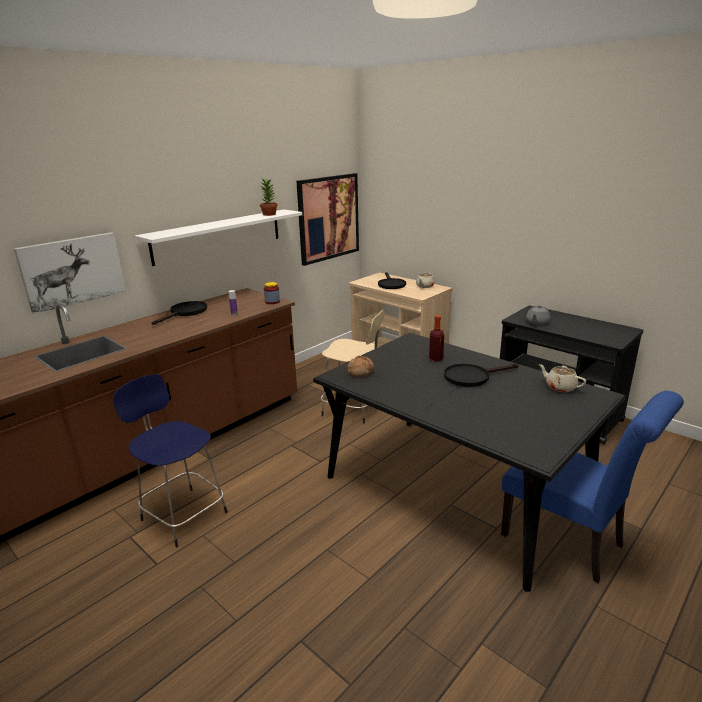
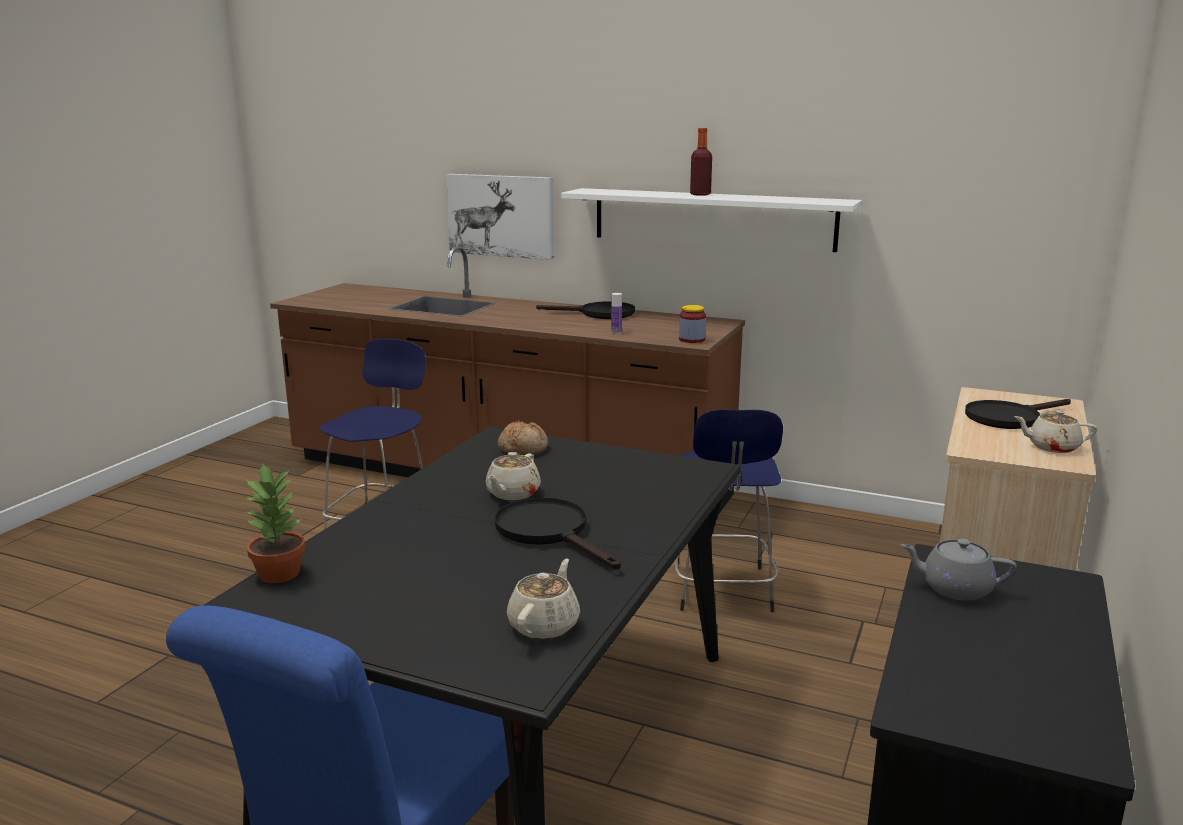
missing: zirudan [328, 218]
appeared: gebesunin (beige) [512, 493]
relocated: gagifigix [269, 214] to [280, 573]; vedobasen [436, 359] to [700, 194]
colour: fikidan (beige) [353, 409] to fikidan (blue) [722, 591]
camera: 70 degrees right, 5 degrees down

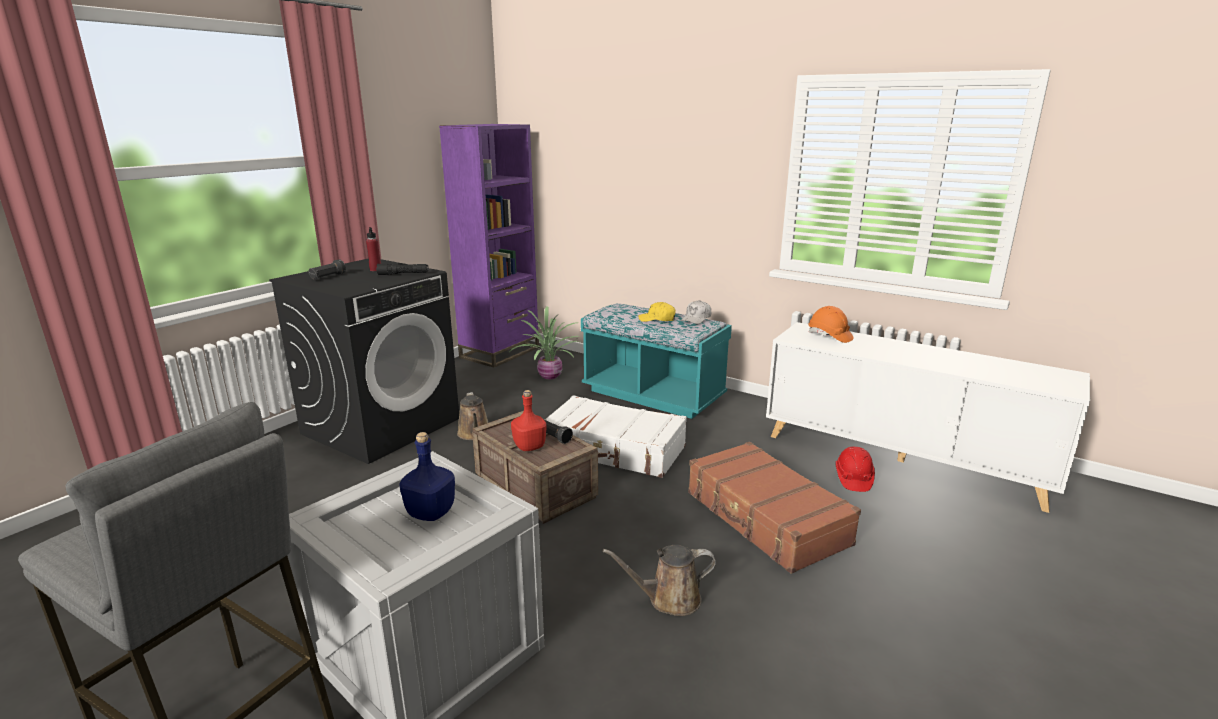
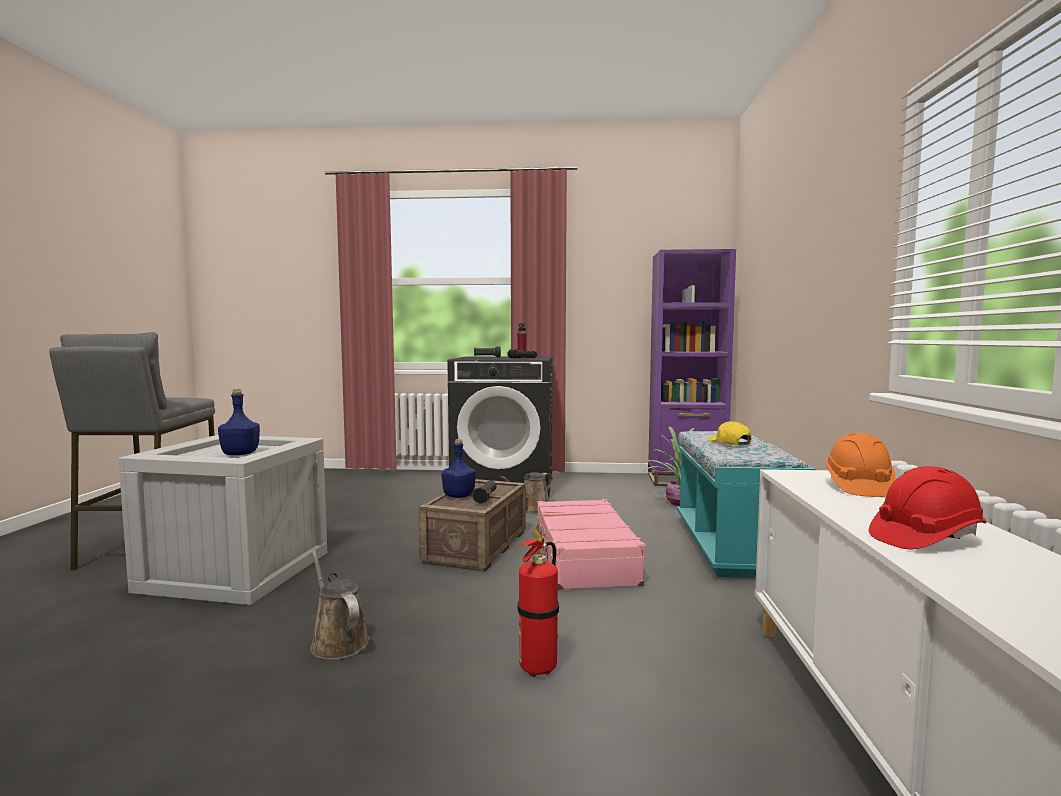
missing: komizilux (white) [696, 319]
relocated: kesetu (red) [853, 479] to [924, 538]
exchanged: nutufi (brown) [765, 519] to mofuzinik [540, 667]
colour: vedobasen (red) [530, 447] to vedobasen (blue) [458, 496]; nutufi (white) [614, 449] to nutufi (pink) [583, 558]
camera: 60 degrees right, 15 degrees down

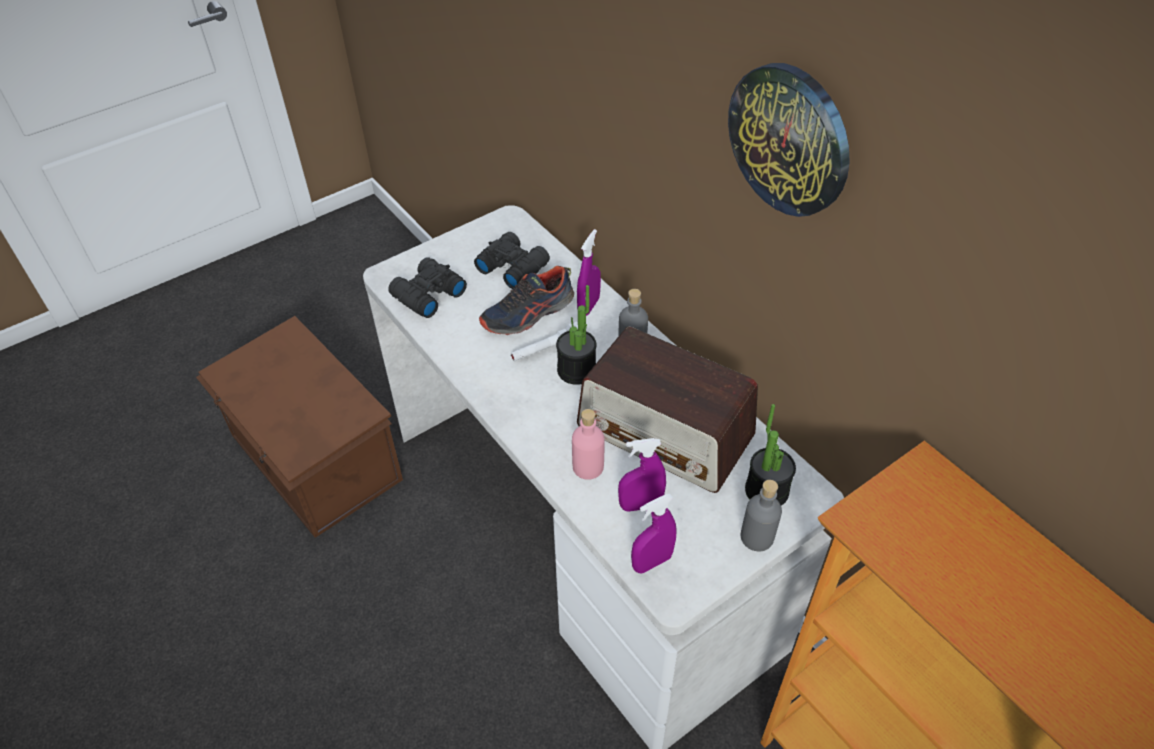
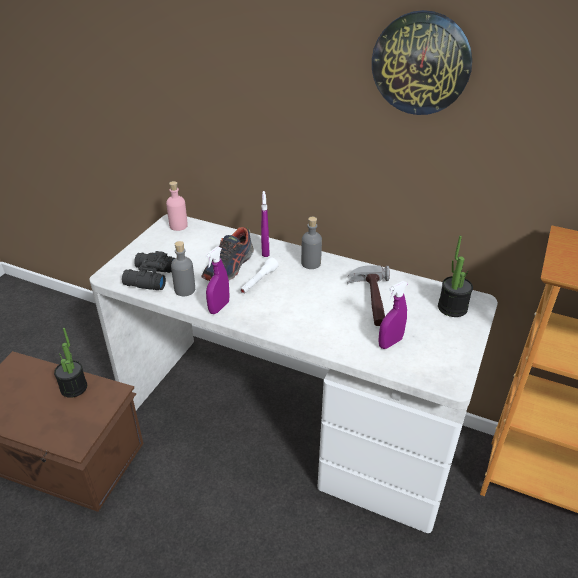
missing: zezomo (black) [512, 266]
relocated: gagifigix [576, 370] to [74, 388]; vedobasen (pink) [588, 467] to [178, 226]; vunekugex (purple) [652, 562] to [219, 307]; vedobasen (grey) [757, 537] to [185, 290]
exchanged: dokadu [665, 433] to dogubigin [370, 300]
camera: 30 degrees left, 10 degrees down

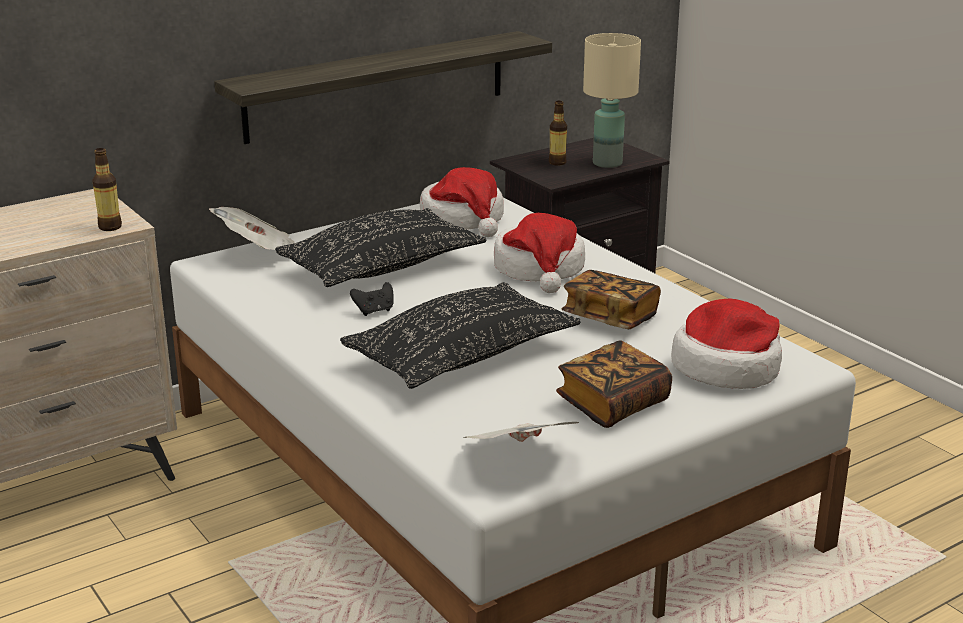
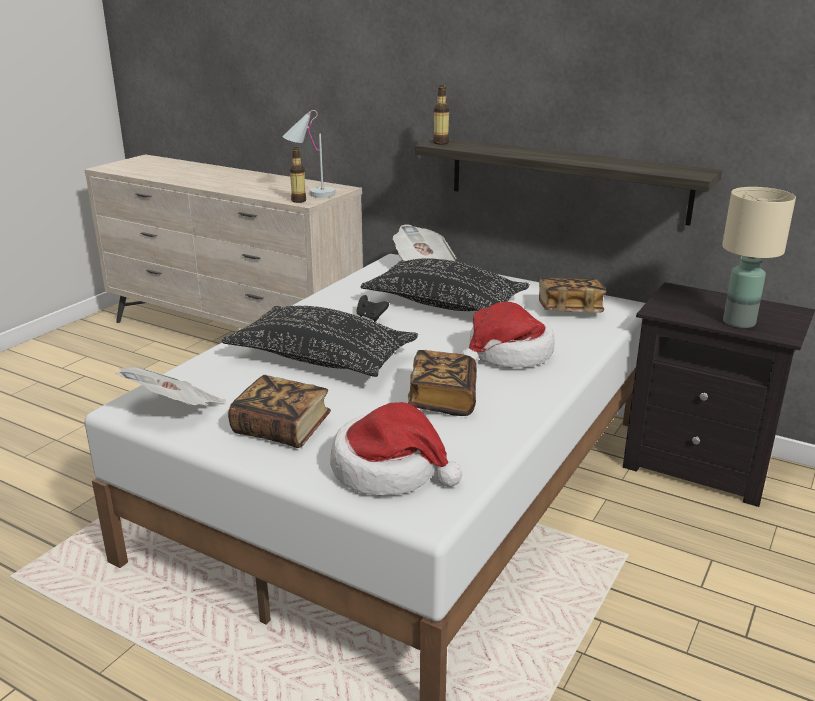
appeared: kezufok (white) [310, 194]
relocated: vedobasen [557, 163] to [440, 143]
exchanged: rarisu [464, 219] to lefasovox [569, 309]
camera: 65 degrees right, 0 degrees up

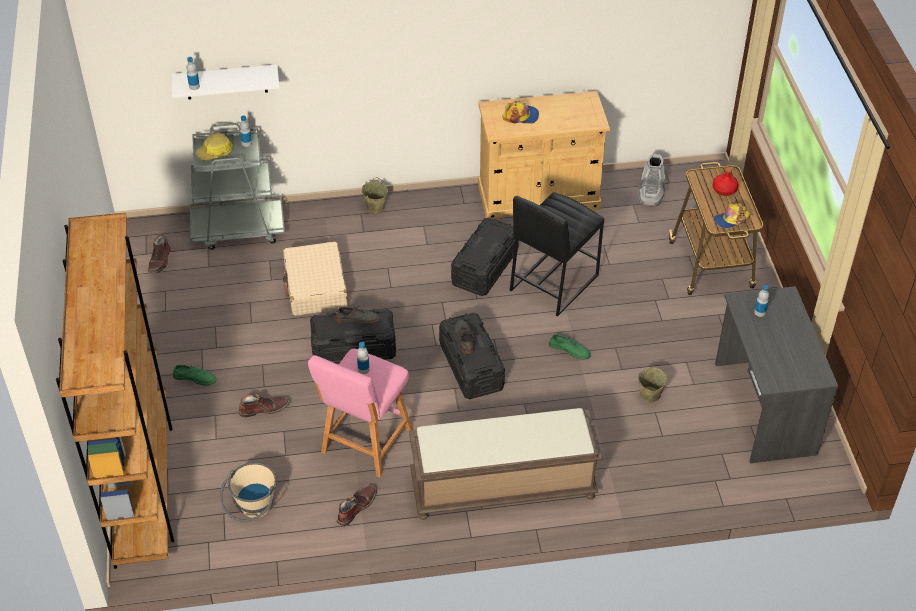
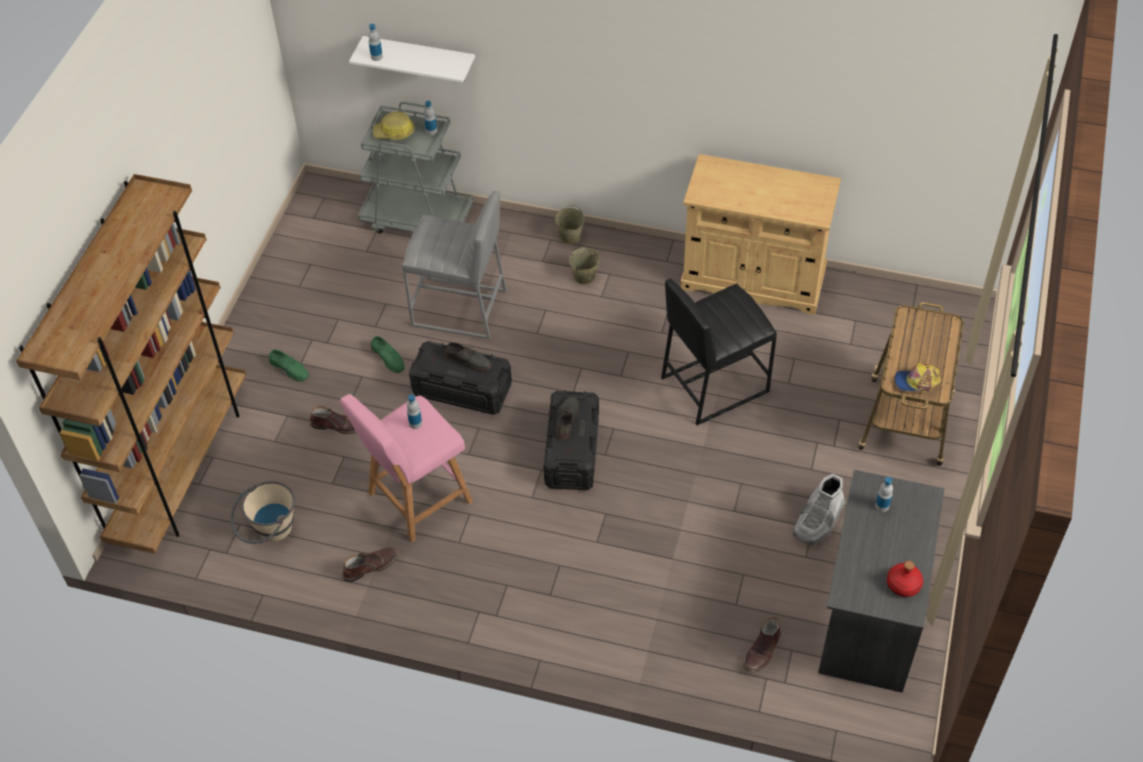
missing: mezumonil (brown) [502, 488]; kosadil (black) [485, 267]; komizilux [521, 116]
relocated: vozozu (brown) [160, 260] to [762, 651]; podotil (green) [569, 349] to [388, 357]; vozozu (grey) [651, 192] to [818, 520]; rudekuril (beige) [650, 395] to [584, 277]; vedobasen (red) [724, 189] to [903, 584]
exchanged: nutufi (beige) [315, 287] to fikidan (grey) [460, 309]
camera: 25 degrees right, 5 degrees up

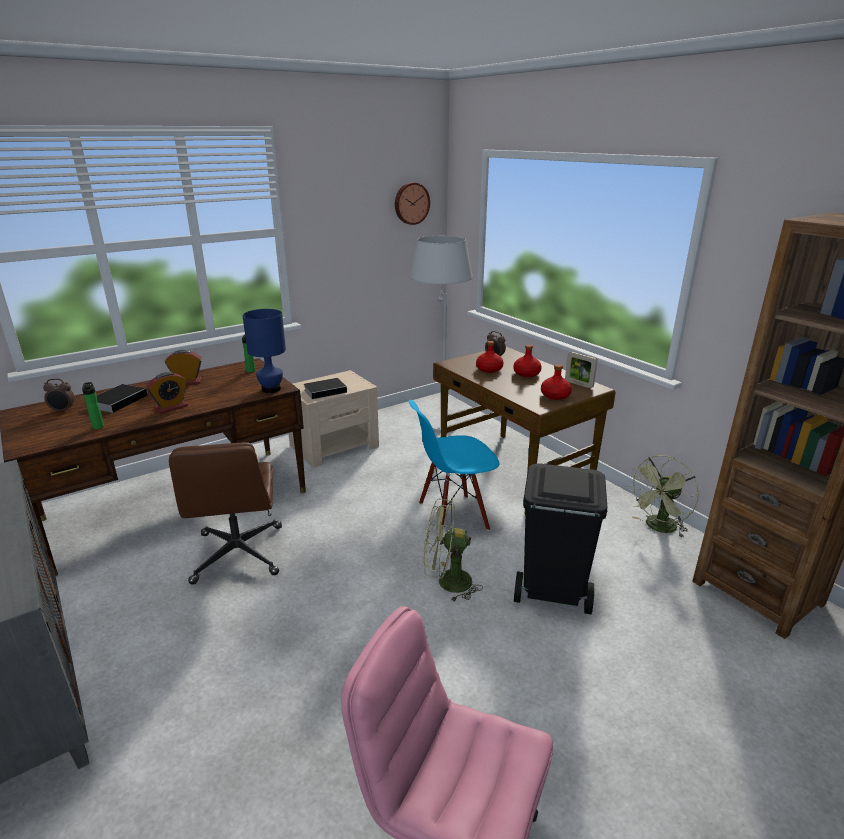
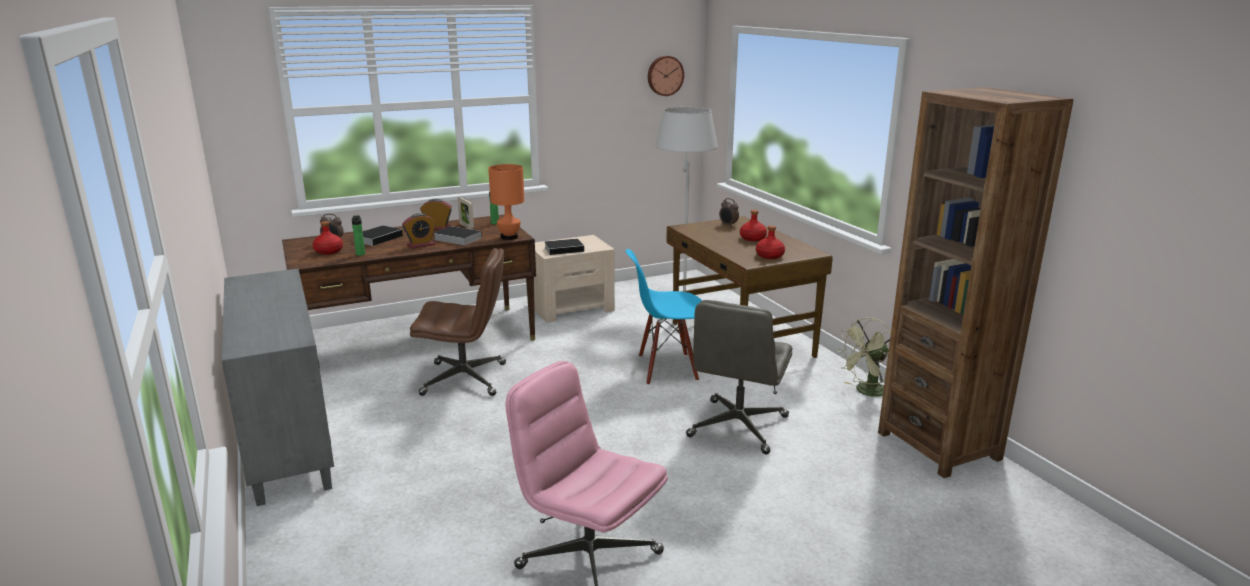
missing: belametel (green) [447, 582]
appeared: lefasovox [456, 238]
relocated: vedobasen (red) [489, 369] to [328, 251]; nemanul [579, 384] to [466, 226]
exchanged: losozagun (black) [551, 591] to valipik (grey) [738, 427]
colour: kezufok (blue) [271, 389] to kezufok (orange) [509, 237]
spun: valipik (brown) [238, 555] = [465, 379] 90 degrees counterclockwise
camera: 10 degrees right, 5 degrees down

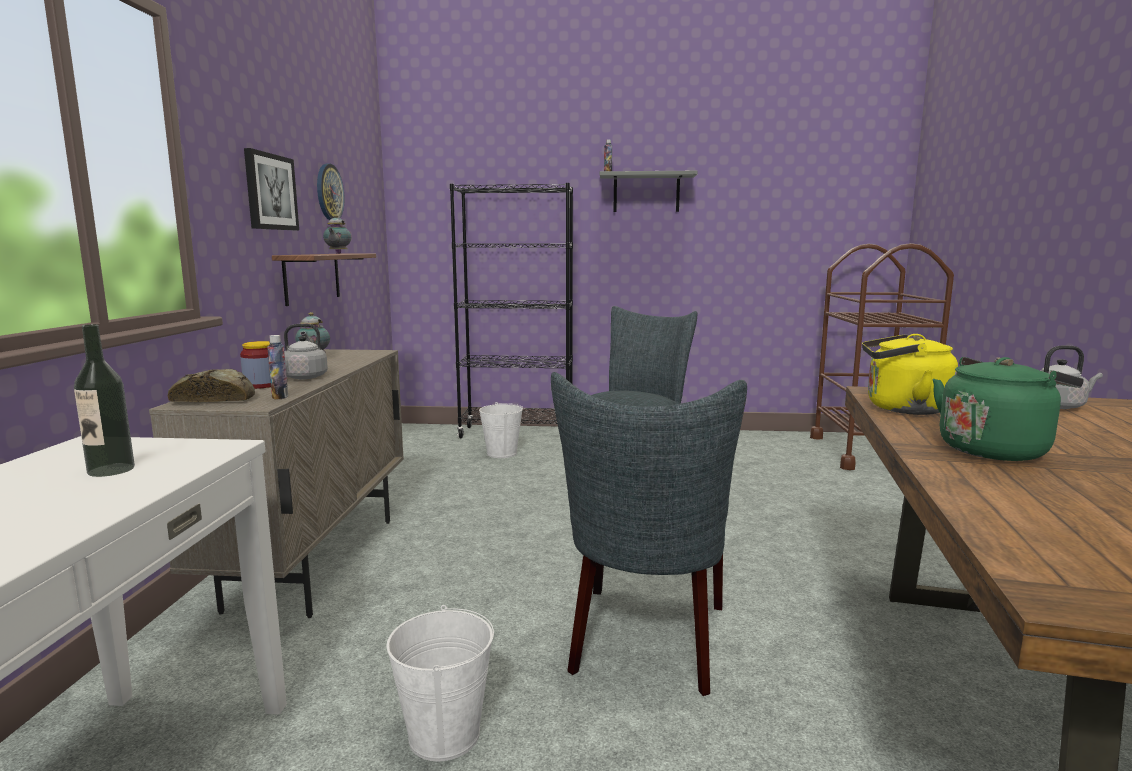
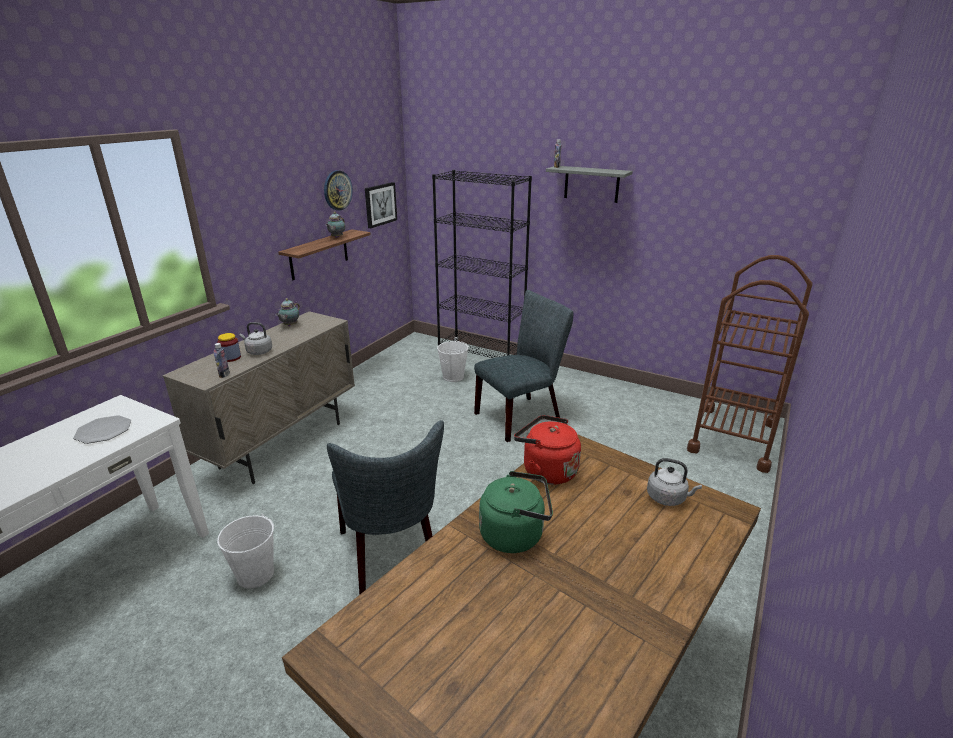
missing: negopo [215, 399]
relocated: zirudan [270, 192] to [380, 204]
exchanged: vedobasen [111, 470] to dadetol [103, 431]
colour: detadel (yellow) [901, 409] to detadel (red) [546, 471]
spun: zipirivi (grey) [646, 644] = [392, 556] 60 degrees counterclockwise
camera: 25 degrees right, 15 degrees up

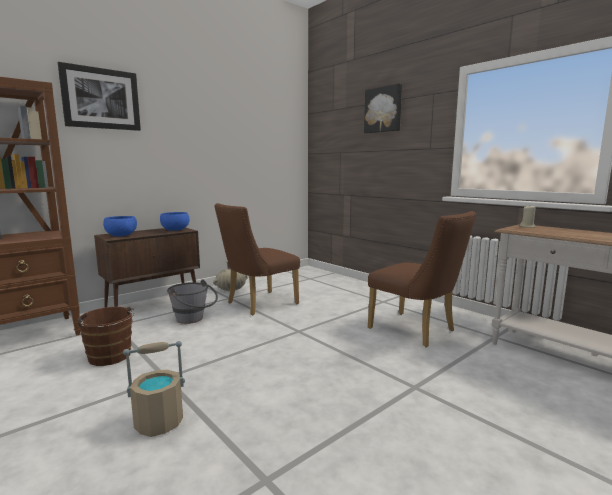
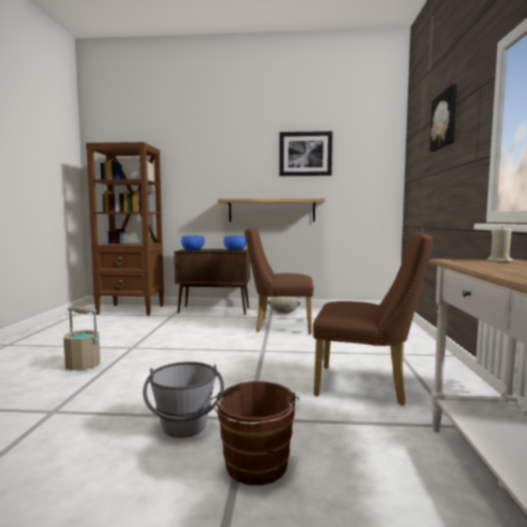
appeared: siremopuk [271, 210]
relocated: zirudan [101, 99] to [305, 154]; rudekuril (brown) [110, 358] to [255, 468]; rudekuril (grey) [194, 320] to [185, 431]
spun: zipirivi (brown) [417, 331] = [368, 386] 75 degrees counterclockwise
camera: 45 degrees right, 5 degrees down

